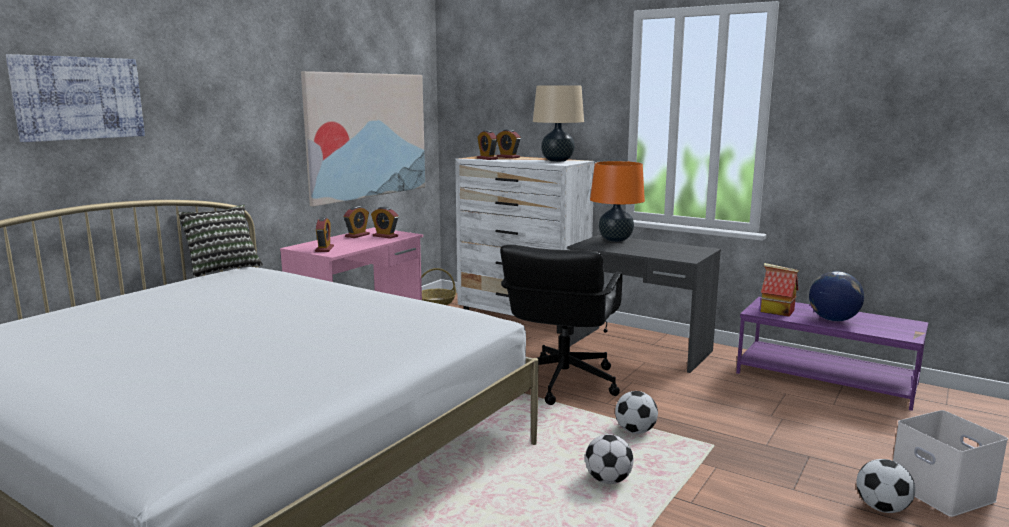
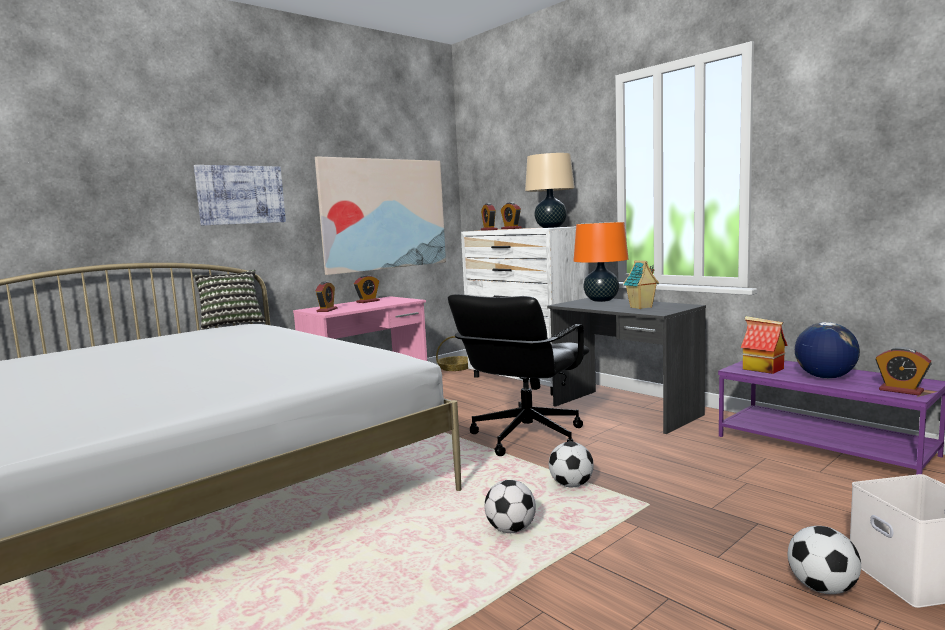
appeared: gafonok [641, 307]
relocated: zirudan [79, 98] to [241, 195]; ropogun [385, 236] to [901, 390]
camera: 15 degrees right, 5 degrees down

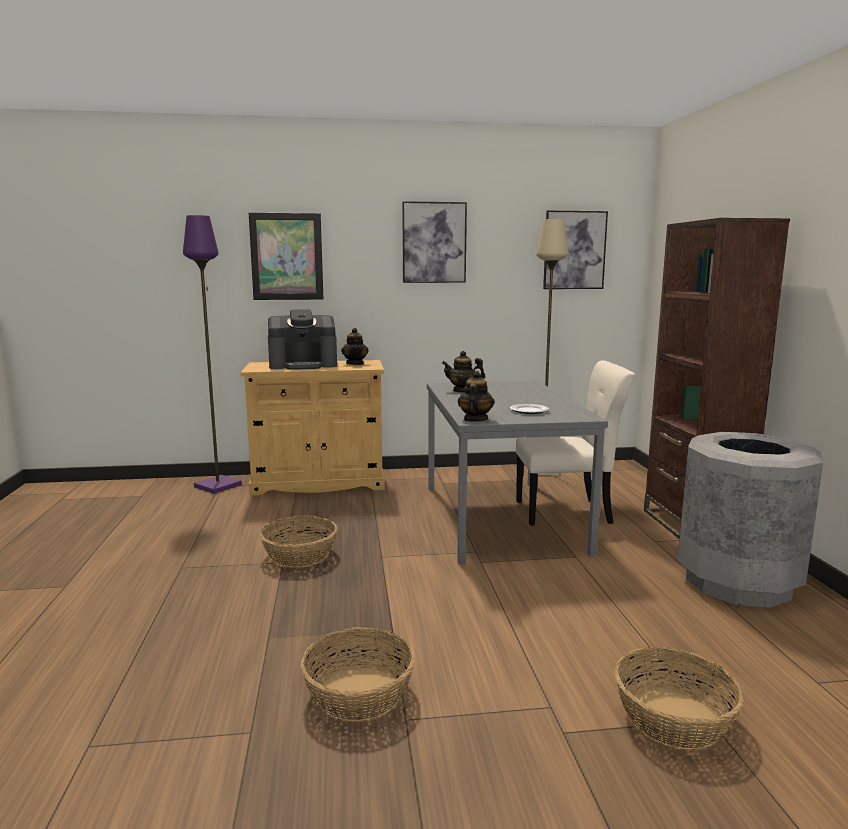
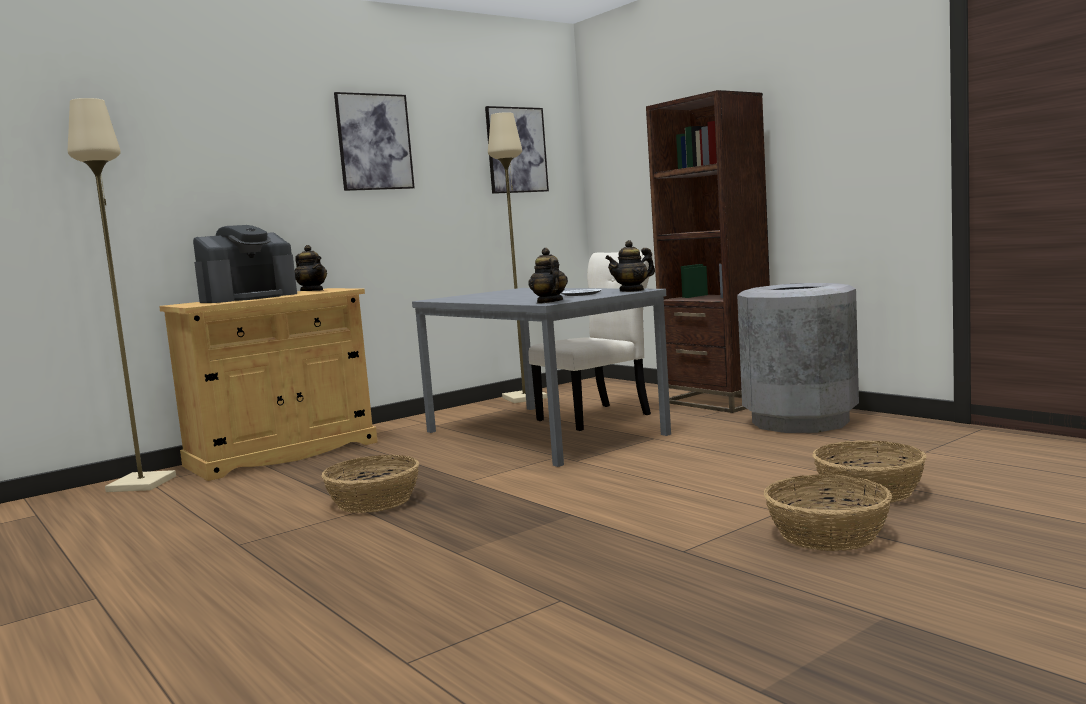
missing: zirudan [286, 256]
relocated: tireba [359, 693] to [827, 534]; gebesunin [462, 390] to [632, 290]
colour: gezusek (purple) [218, 485] to gezusek (beige) [141, 484]
camera: 30 degrees left, 5 degrees down

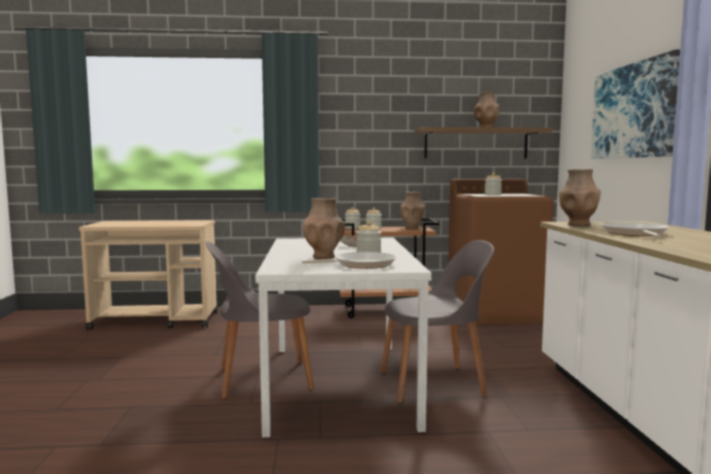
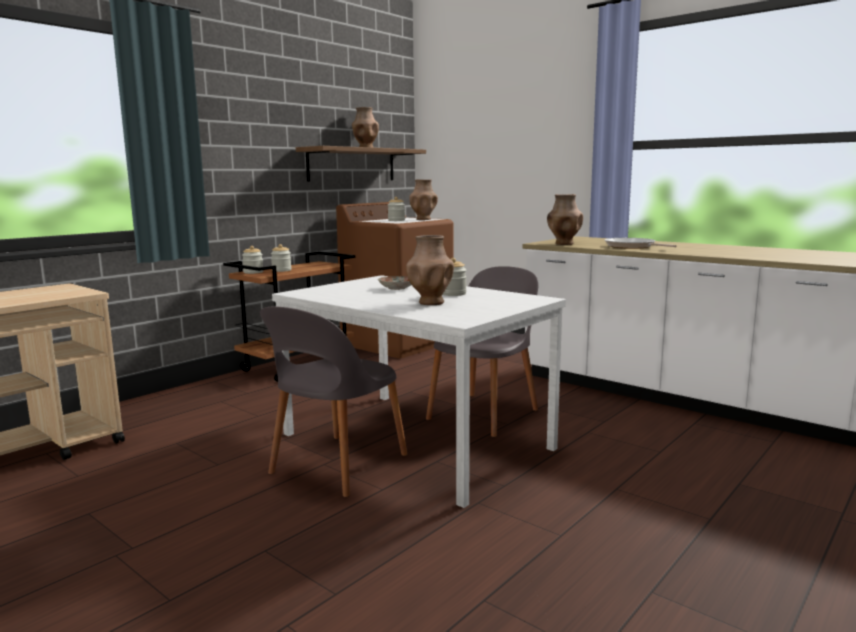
missing: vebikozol [361, 265]; zirudan [633, 111]
relocated: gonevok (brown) [412, 228] to [423, 219]
camera: 45 degrees left, 5 degrees up

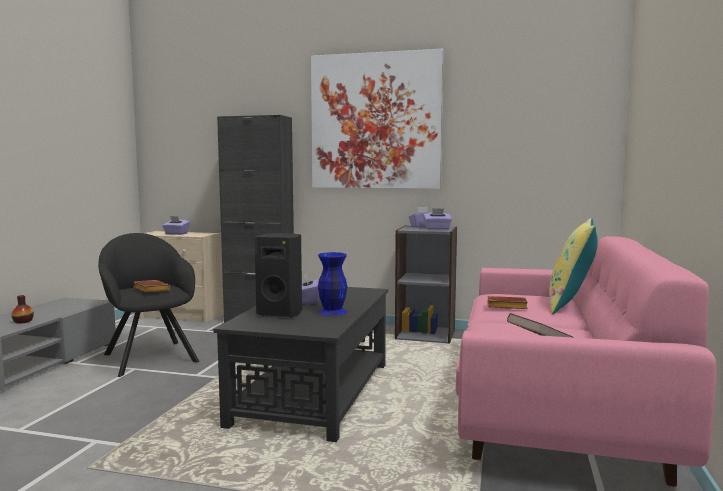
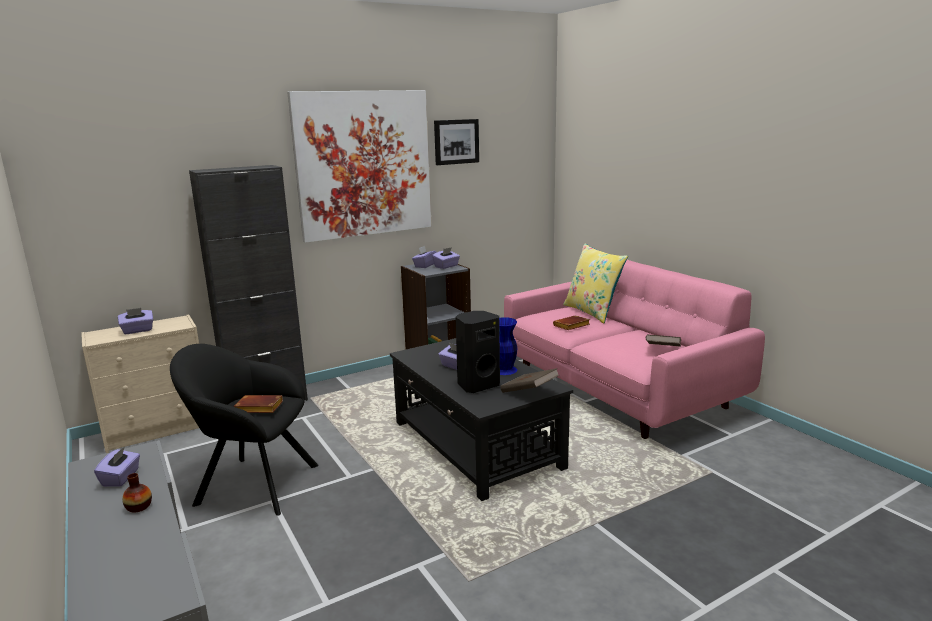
appeared: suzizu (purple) [121, 478]; zirudan [456, 141]; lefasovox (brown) [529, 392]
camera: 45 degrees left, 10 degrees up

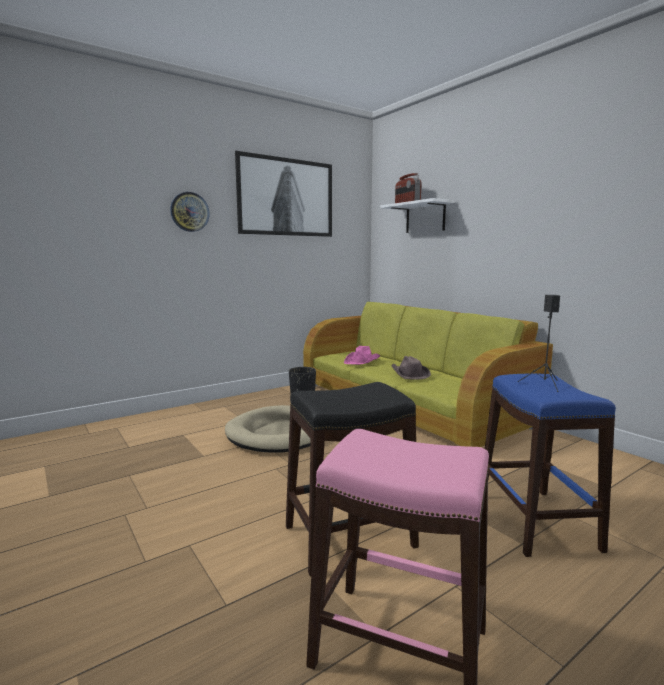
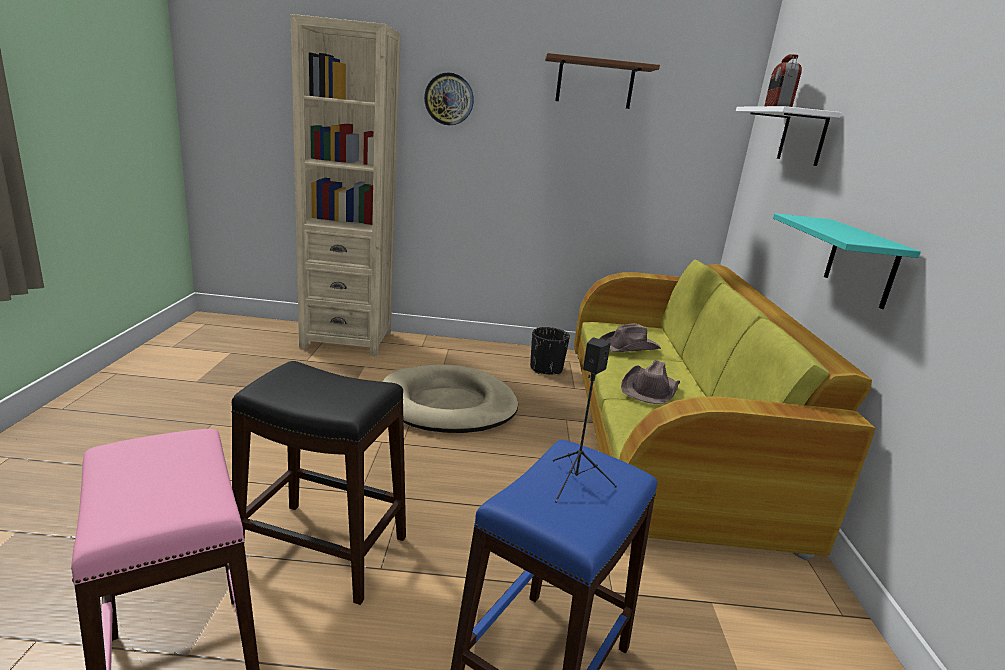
appeared: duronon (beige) [347, 340]; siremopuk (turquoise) [861, 262]
exchanged: zirudan [286, 197] to siremopuk (brown) [595, 83]
colour: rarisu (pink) [362, 361] to rarisu (brown) [629, 347]
camera: 35 degrees right, 10 degrees up

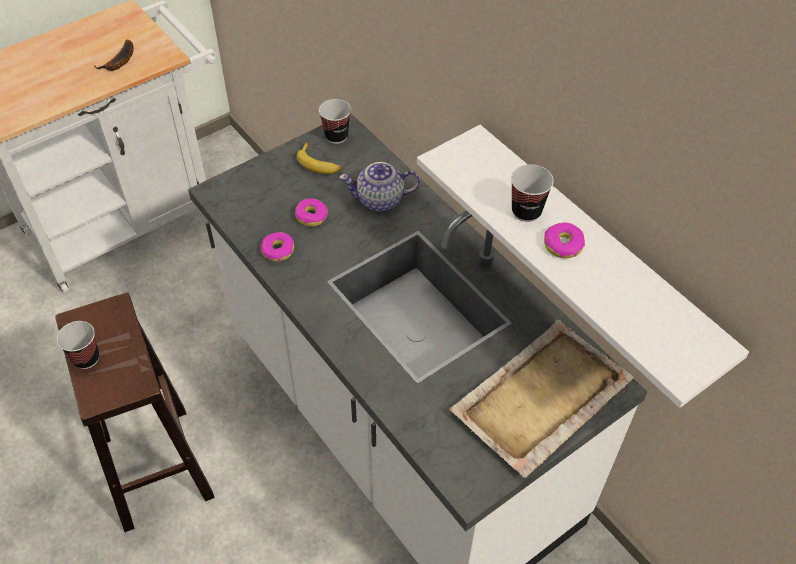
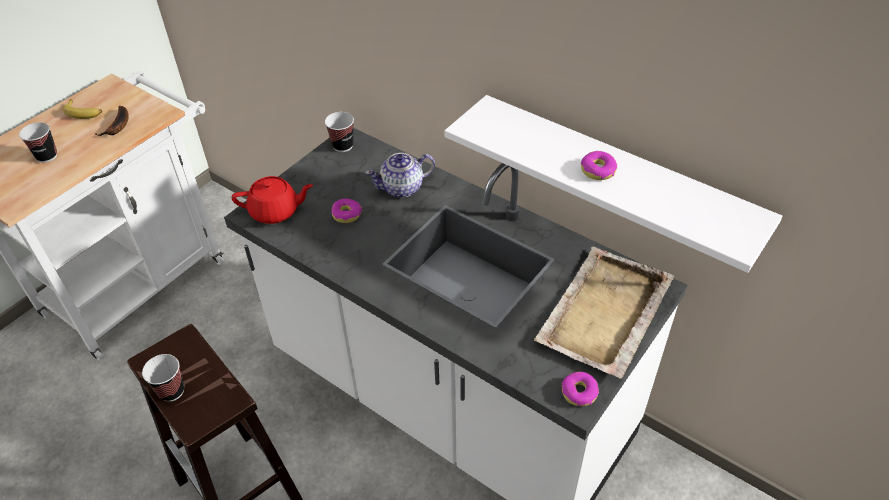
appeared: gebesunin (red) [276, 211]
relocated: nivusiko [278, 250] to [579, 392]; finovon [319, 164] to [84, 113]; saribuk [526, 211] to [47, 156]
camera: 15 degrees left, 5 degrees down

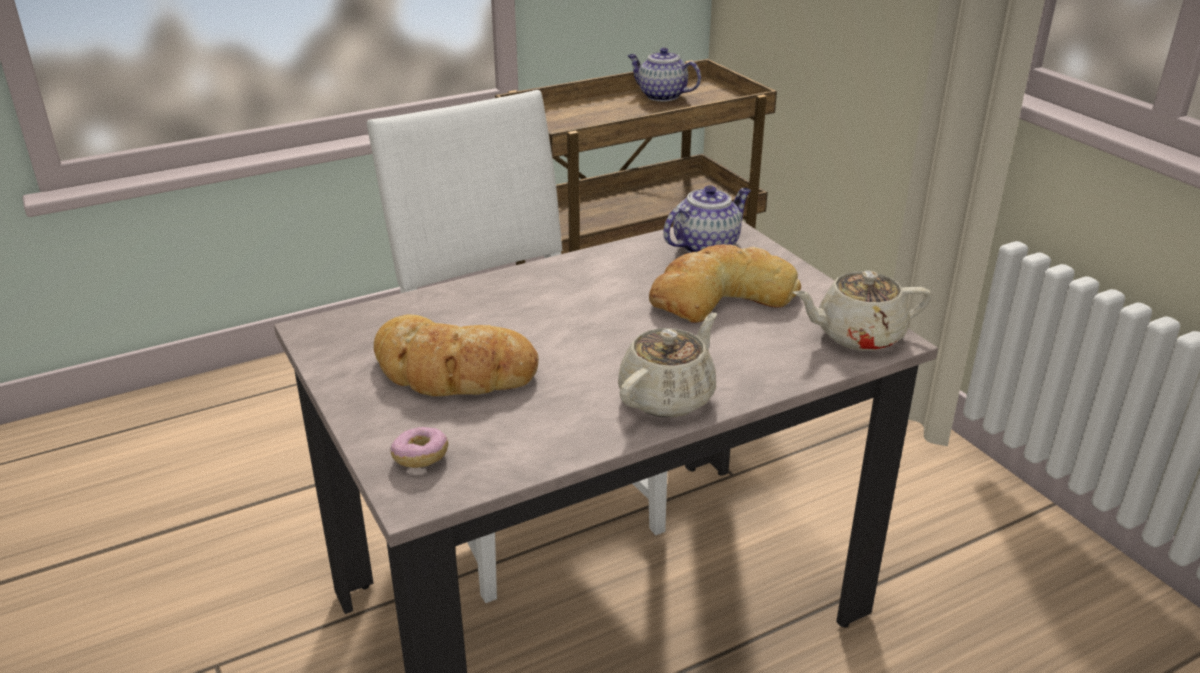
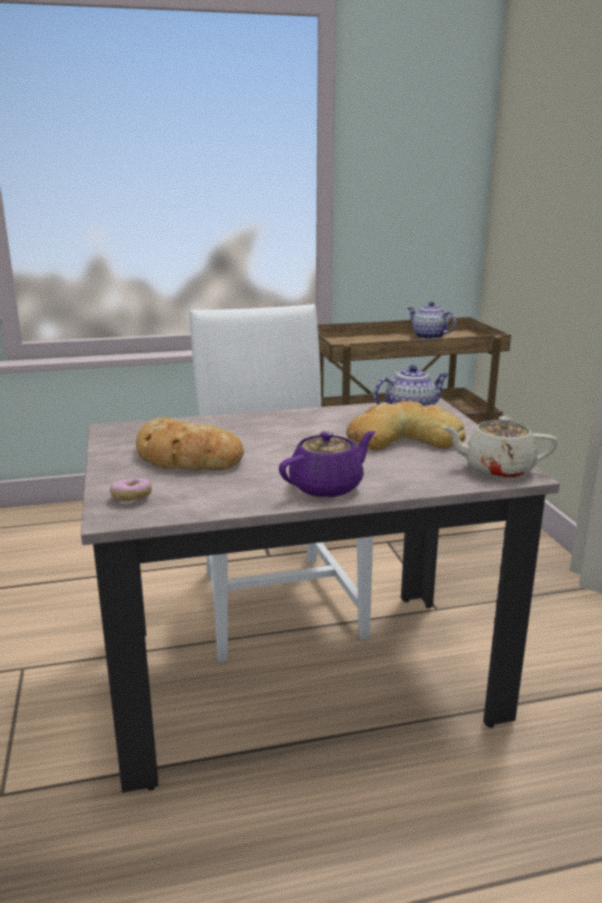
colour: gebesunin (beige) [668, 396] to gebesunin (purple) [327, 486]
camera: 15 degrees right, 10 degrees down

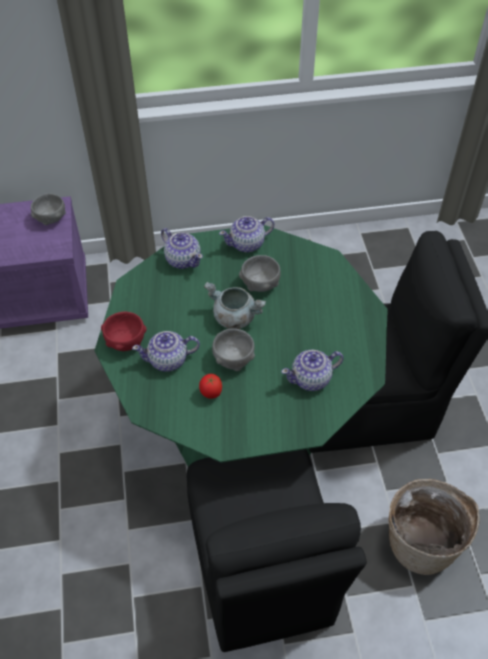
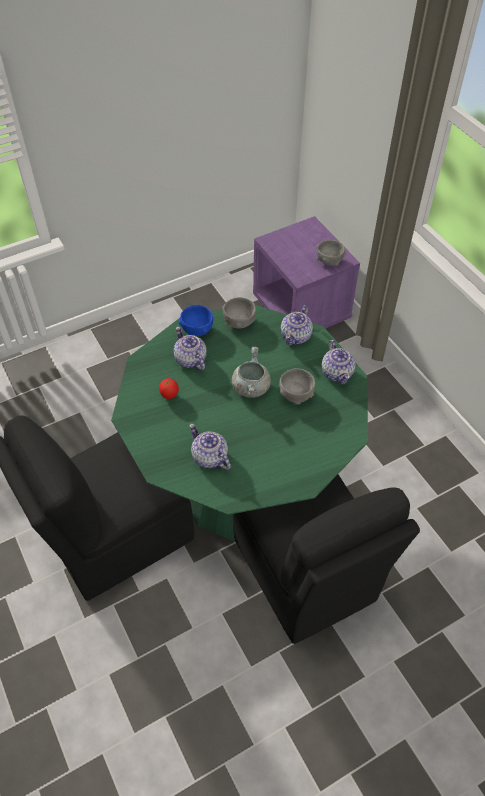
missing: tireba [422, 541]
relocated: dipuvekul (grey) [233, 359] to [239, 322]
colour: dipuvekul (red) [125, 342] to dipuvekul (blue) [197, 330]
spun: gebesunin [247, 244] = [337, 372] 150 degrees counterclockwise
camera: 70 degrees right, 0 degrees up

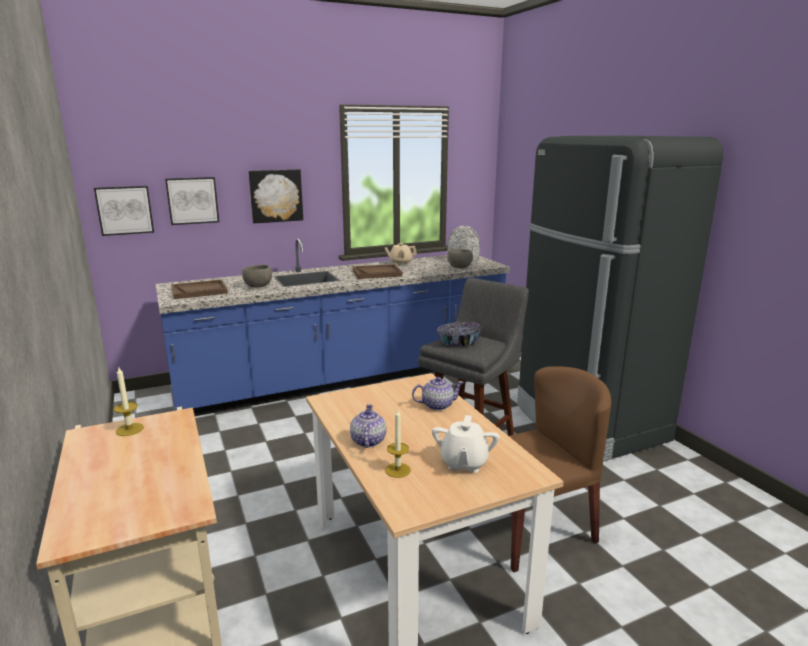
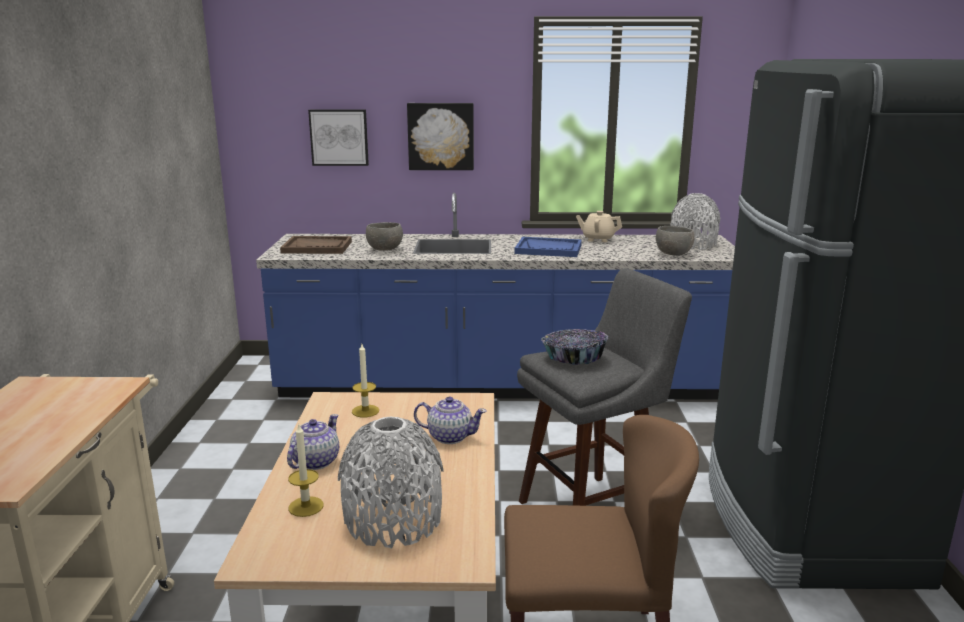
missing: zirudan [125, 210]
relocated: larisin [129, 429] to [365, 411]
exchanged: gebesunin (white) [464, 463] to gonevok (grey) [393, 520]
colour: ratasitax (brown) [377, 273] to ratasitax (blue) [548, 249]
camera: 25 degrees right, 0 degrees up

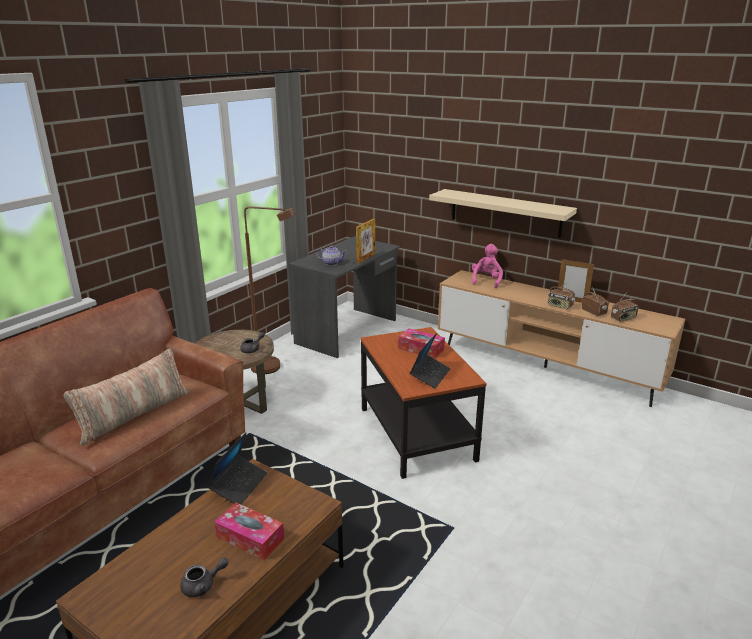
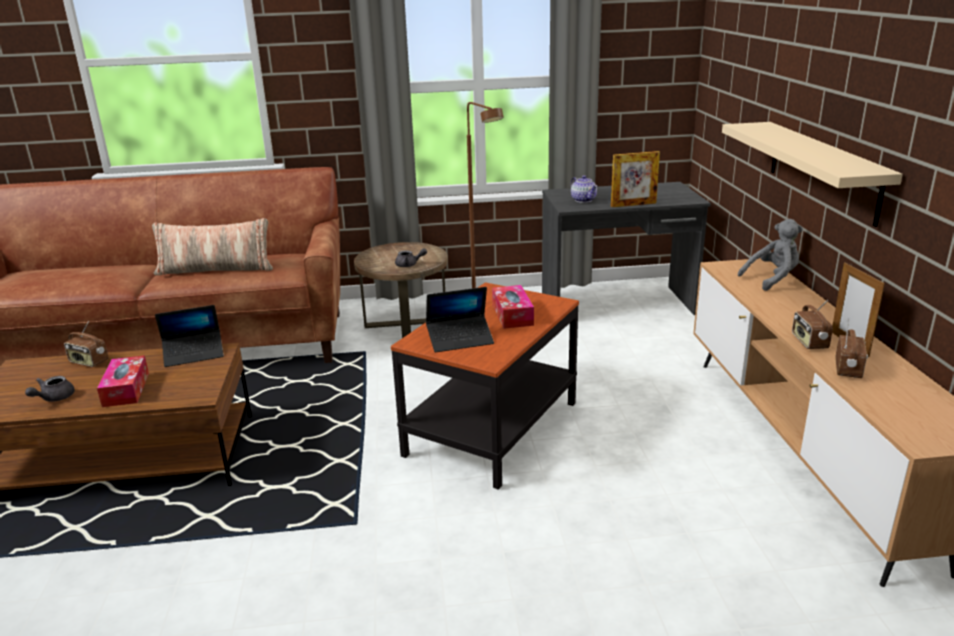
relocated: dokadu [623, 318] to [88, 362]
colour: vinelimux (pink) [486, 281] to vinelimux (grey) [772, 279]
spun: gebesunin (grey) [203, 585] = [53, 398] 90 degrees clockwise
camera: 50 degrees right, 0 degrees up

